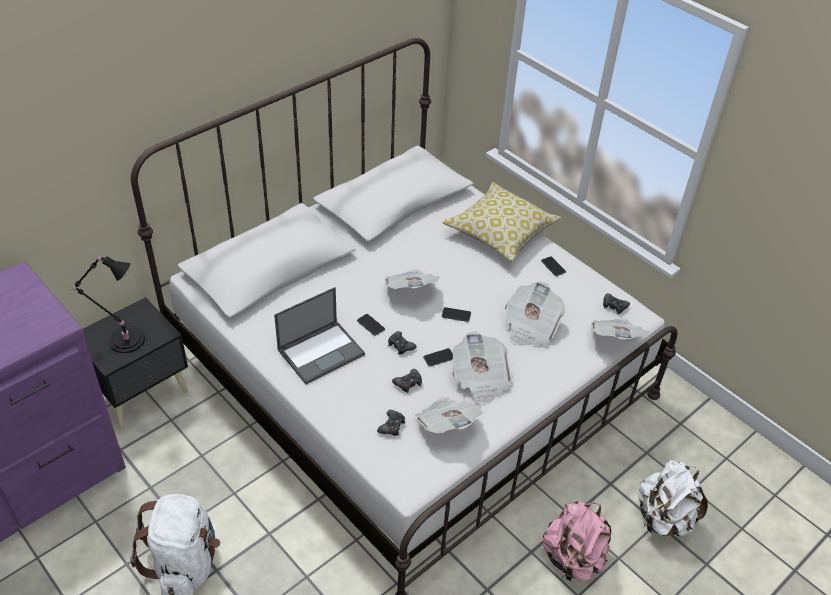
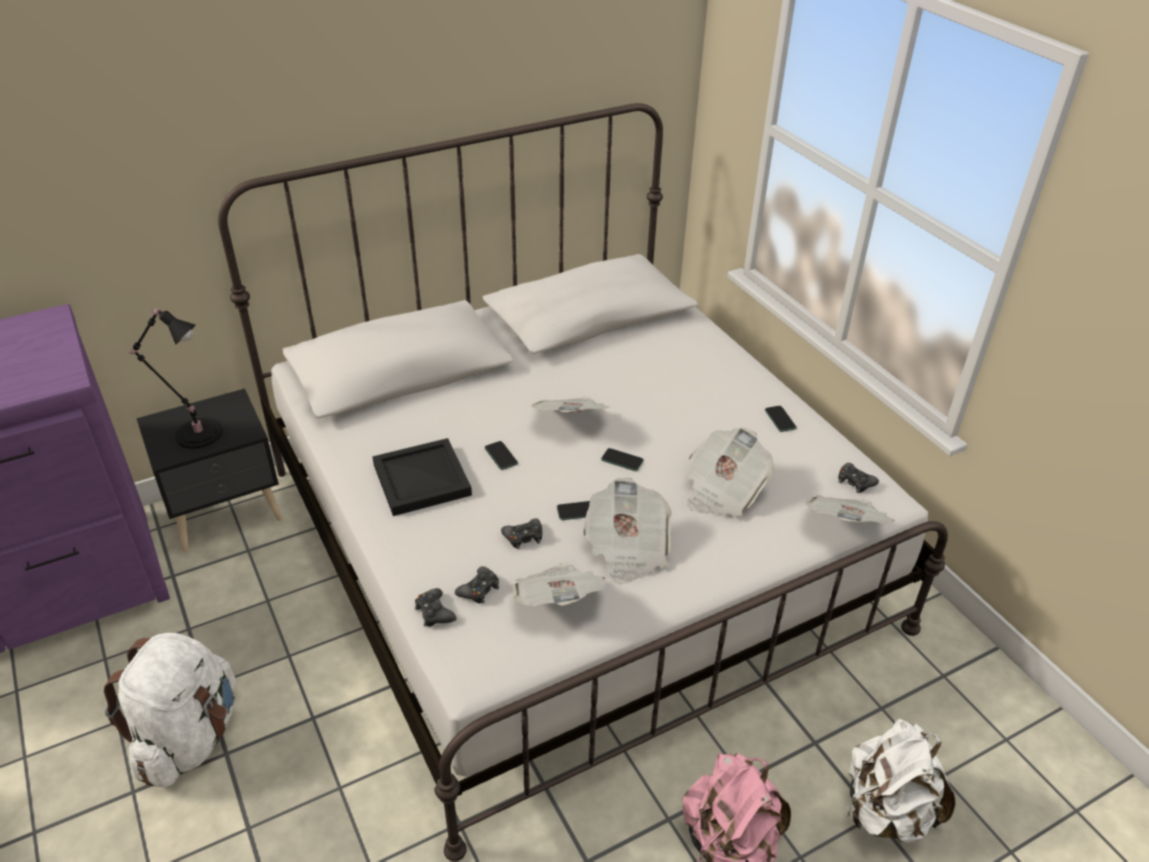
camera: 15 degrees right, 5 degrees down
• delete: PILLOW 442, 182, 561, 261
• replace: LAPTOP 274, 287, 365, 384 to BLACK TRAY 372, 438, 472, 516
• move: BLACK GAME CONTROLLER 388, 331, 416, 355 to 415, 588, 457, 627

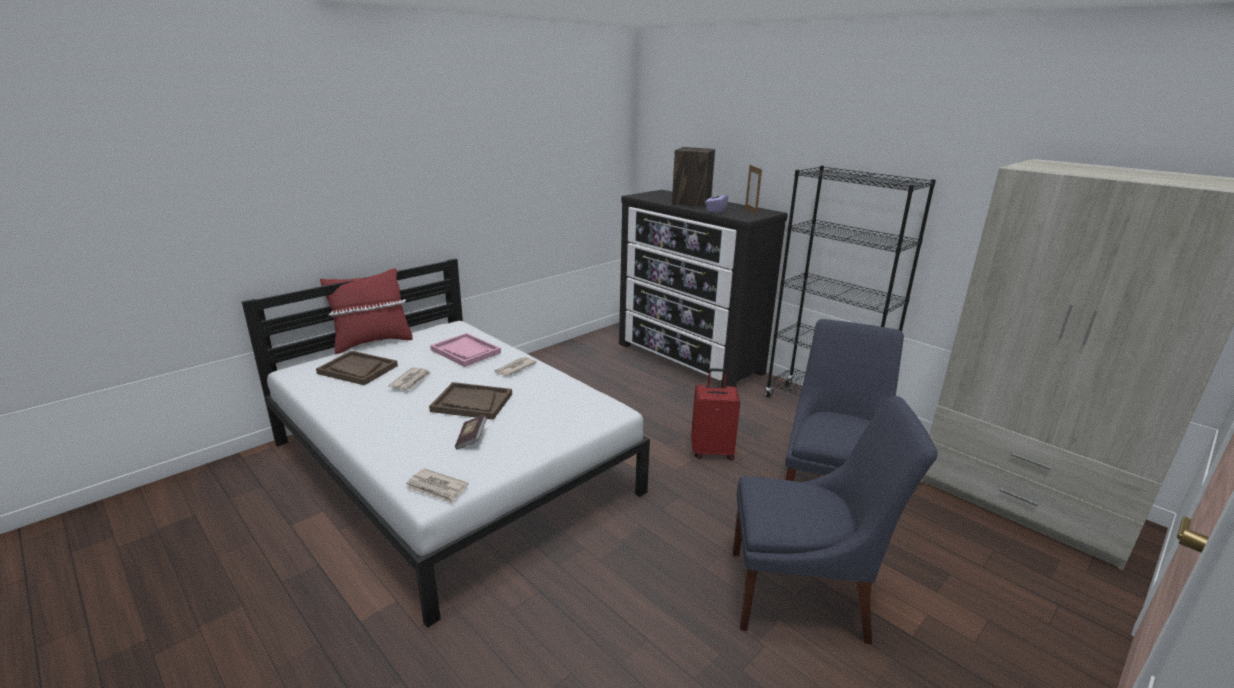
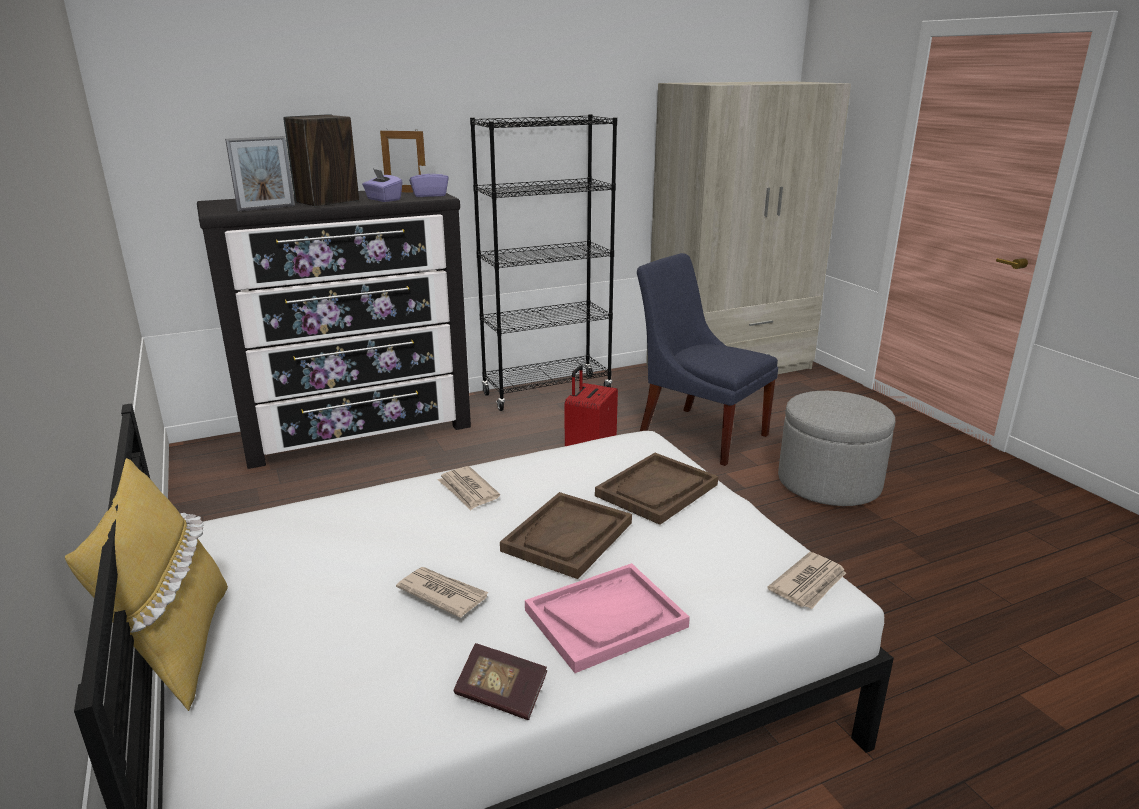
camera: 70 degrees left, 0 degrees up
• recolor: RED PILLOW 320, 268, 413, 354 to YELLOW PILLOW 65, 458, 228, 711
• move: PINK TRAY 430, 333, 501, 367 to 525, 563, 690, 673
• move: BROWN TRAY 316, 351, 398, 385 to 595, 453, 718, 525
• replace: BLUE CHAIR 733, 396, 938, 644 to GREY OTTOMAN 778, 391, 895, 506
• move: BOOK 455, 414, 487, 450 to 454, 643, 547, 720
• insert: PICTURE FRAME 225, 136, 295, 212
• insert: PURPLE TISSUE BOX 409, 165, 449, 197

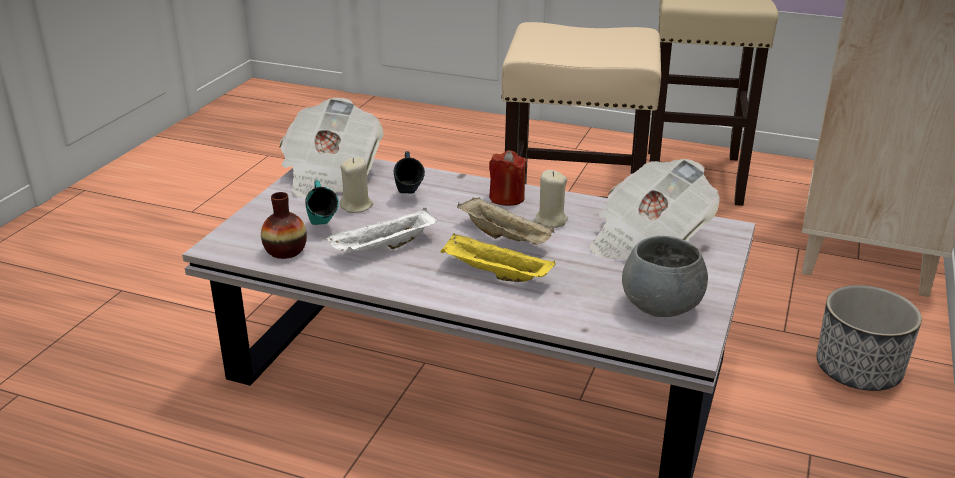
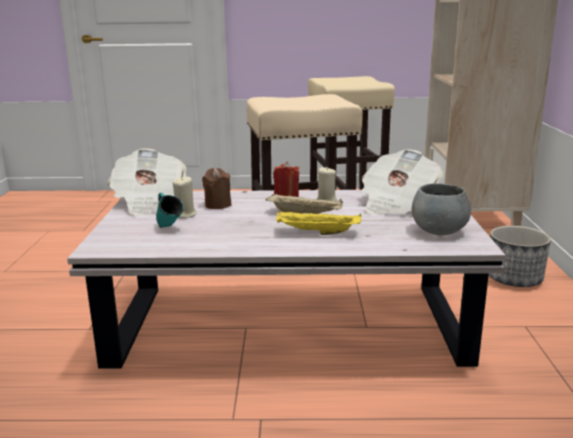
camera: 20 degrees left, 10 degrees down
• replace: BLUE MUG 394, 151, 425, 193 to BROWN CANDLE 202, 168, 231, 209
• delete: VASE 261, 192, 307, 259
• delete: WHITE TRAY 326, 208, 437, 253

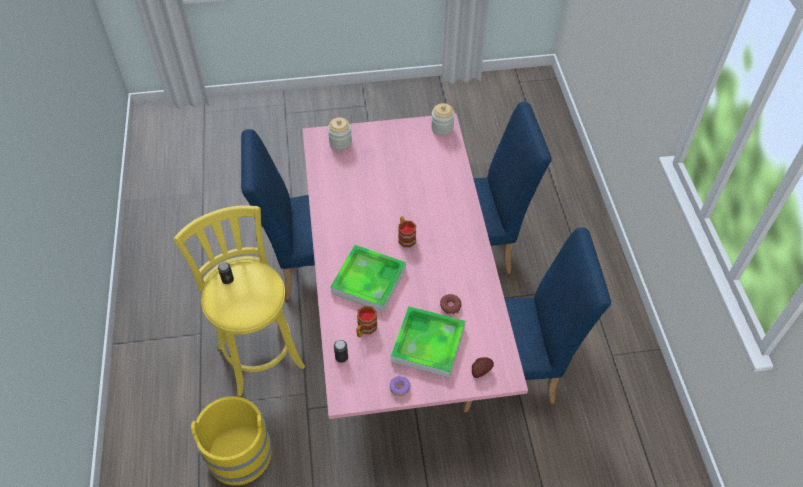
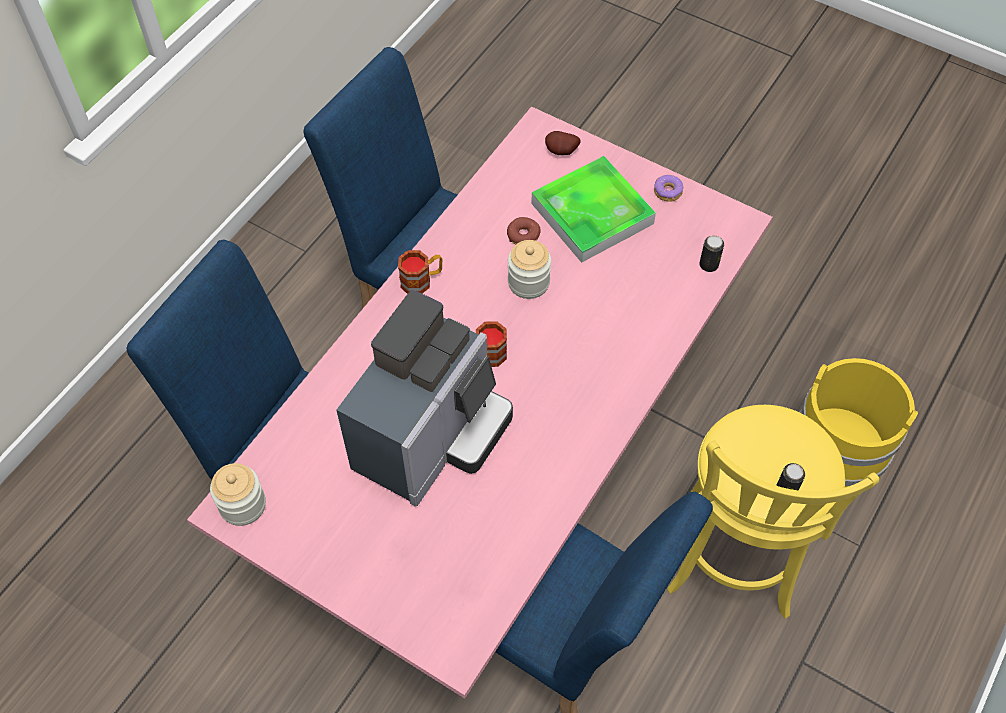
camera: 140 degrees left, 5 degrees up
• move: JAR 328, 118, 352, 150 to 508, 240, 551, 299
• delete: TRAY 330, 245, 406, 312
• move: MUG 356, 306, 377, 337 to 398, 250, 443, 294
• insert: COFFEE MACHINE 336, 290, 513, 507

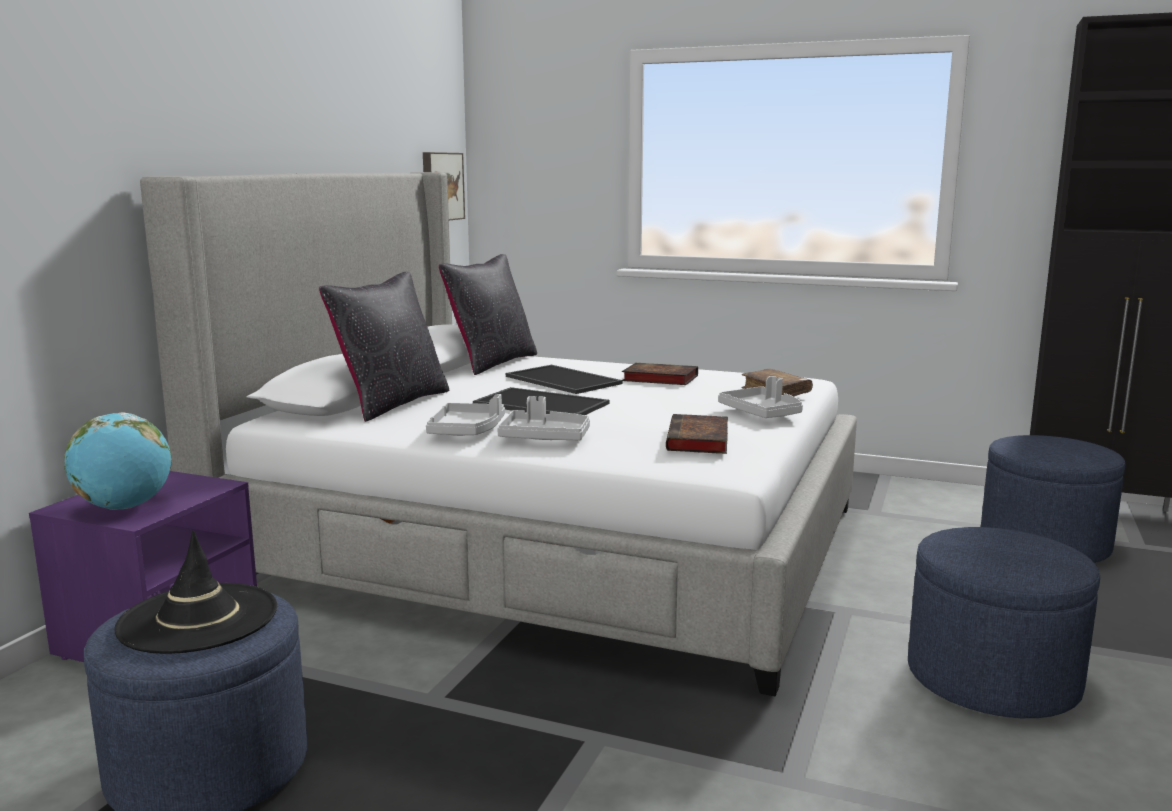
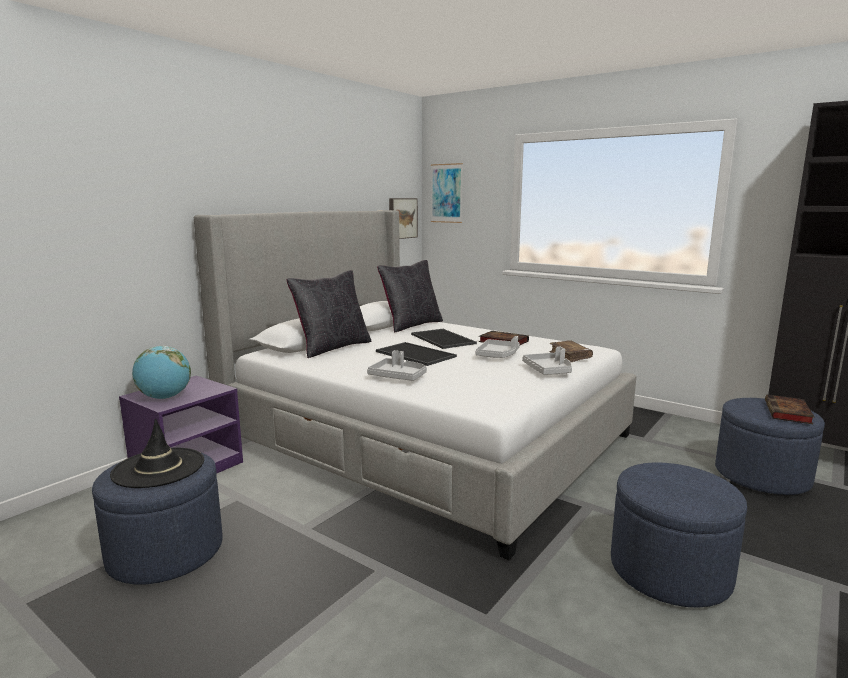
camera: 15 degrees right, 0 degrees up
• move: GREY TRAY 426, 394, 505, 436 to 476, 336, 520, 358
• move: BOOK 666, 414, 728, 454 to 765, 395, 814, 424
• insert: PICTURE 431, 163, 463, 223

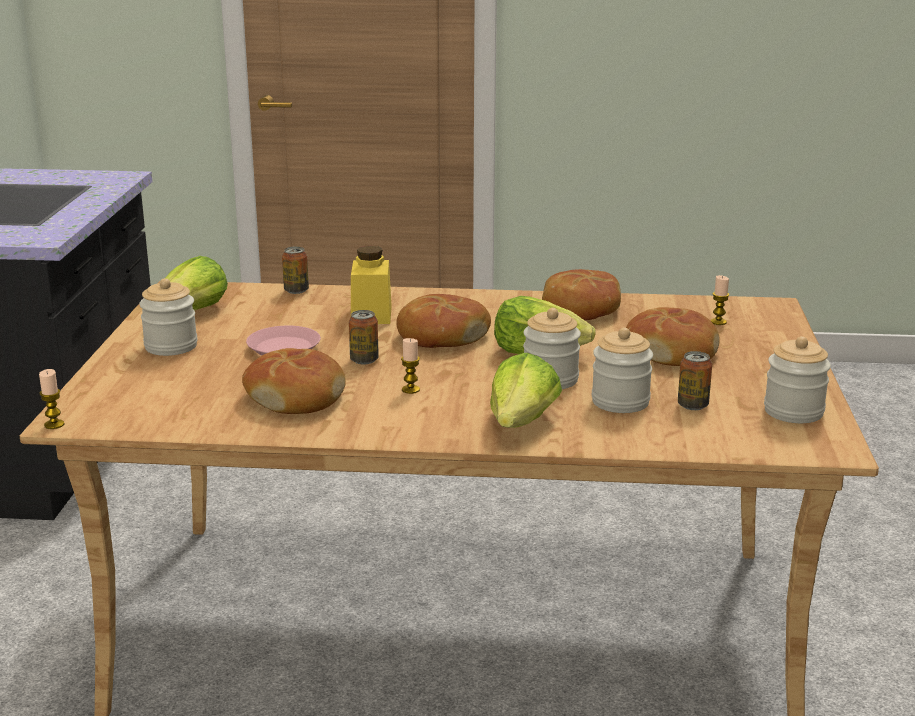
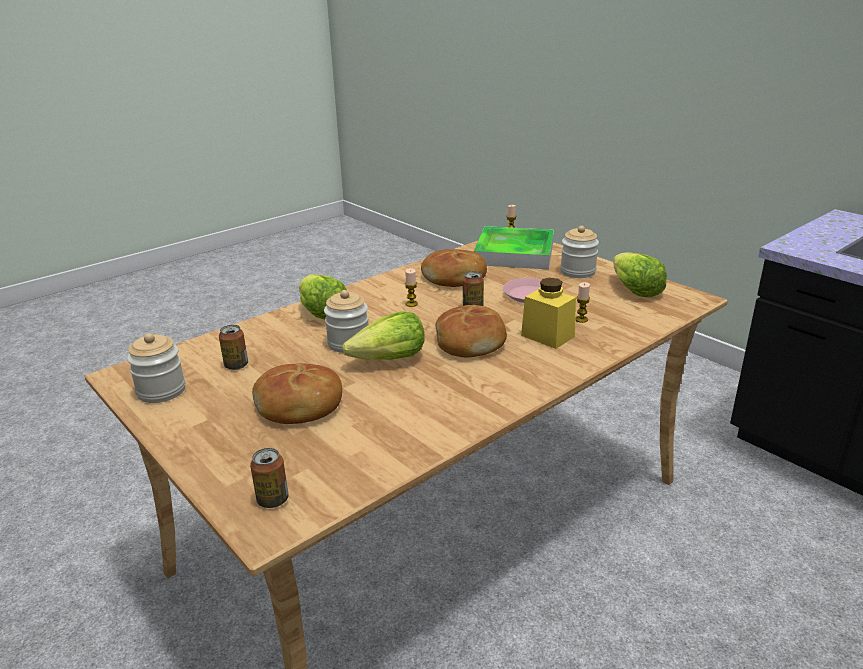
camera: 135 degrees right, 5 degrees up
• move: CAN 282, 247, 309, 294 to 250, 448, 288, 508
• delete: BREAD 542, 269, 621, 320
• move: CANDLE 711, 275, 729, 325 to 575, 282, 590, 323
• delete: JAR 592, 327, 653, 413
• insert: TRAY 474, 226, 554, 269

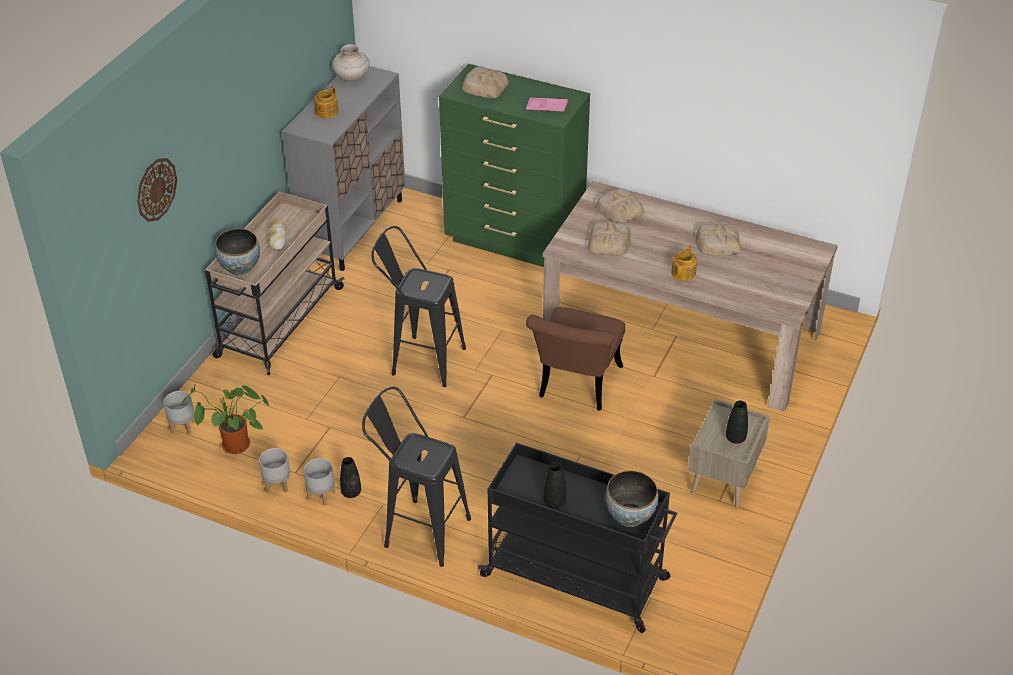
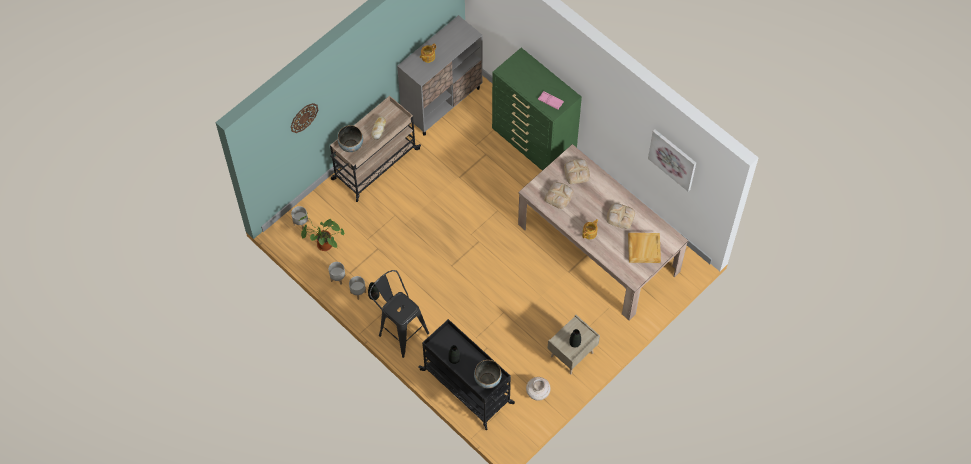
camera: 20 degrees right, 20 degrees up
• move: BEIGE VASE 332, 44, 370, 82 to 526, 377, 551, 401
• delete: BREAD 462, 67, 509, 98
• delete: BLACK STOOL 371, 226, 466, 387
• delete: BROWN CHAIR 526, 307, 625, 411
• insert: PICTURE 648, 129, 696, 192
• insert: BEIGE TRAY 628, 233, 661, 263

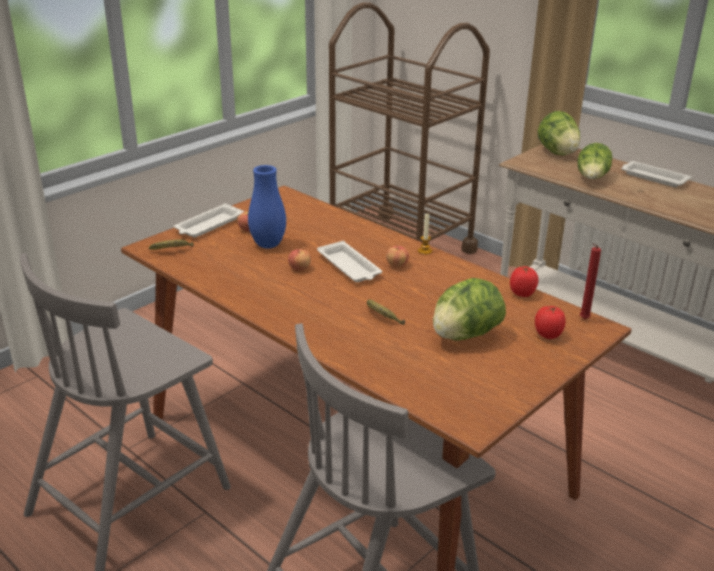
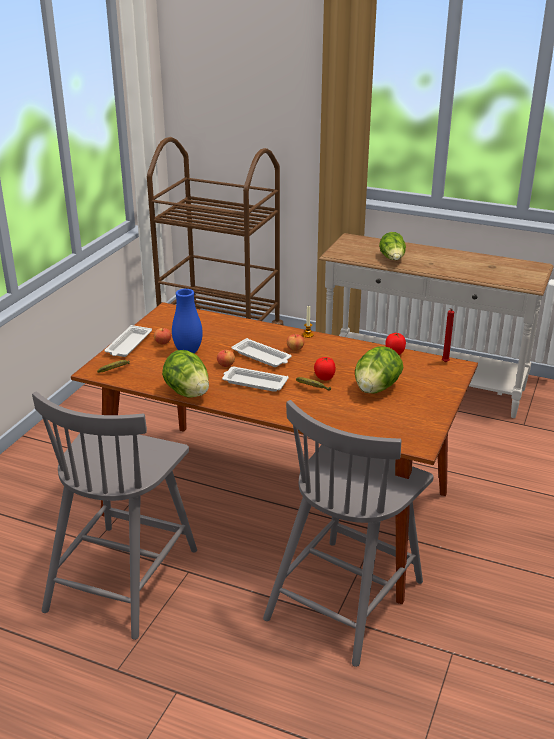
camera: 20 degrees left, 0 degrees up
• move: LETTUCE 538, 111, 580, 156 to 162, 350, 209, 398
• move: WHITE TRAY 621, 161, 692, 187 to 222, 367, 289, 392
• move: TOMATO 535, 306, 566, 339 to 314, 357, 336, 381

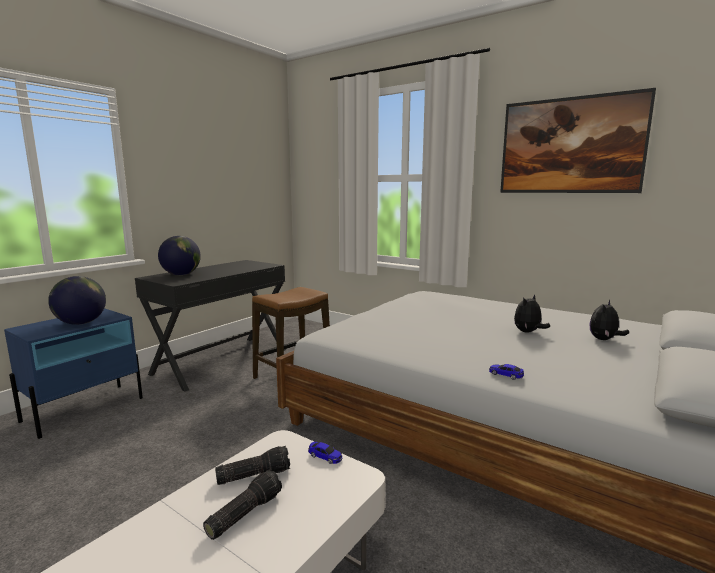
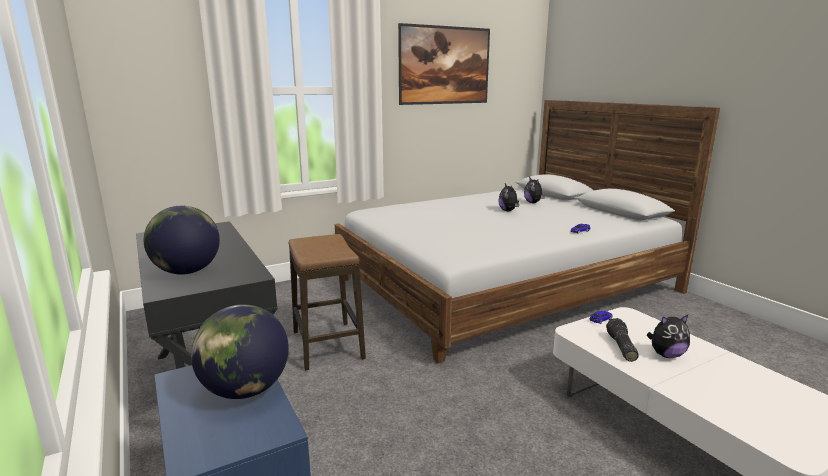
camera: 65 degrees left, 5 degrees up
• replace: FLASHLIGHT 203, 470, 282, 540 to PLUSH TOY 646, 315, 690, 358

